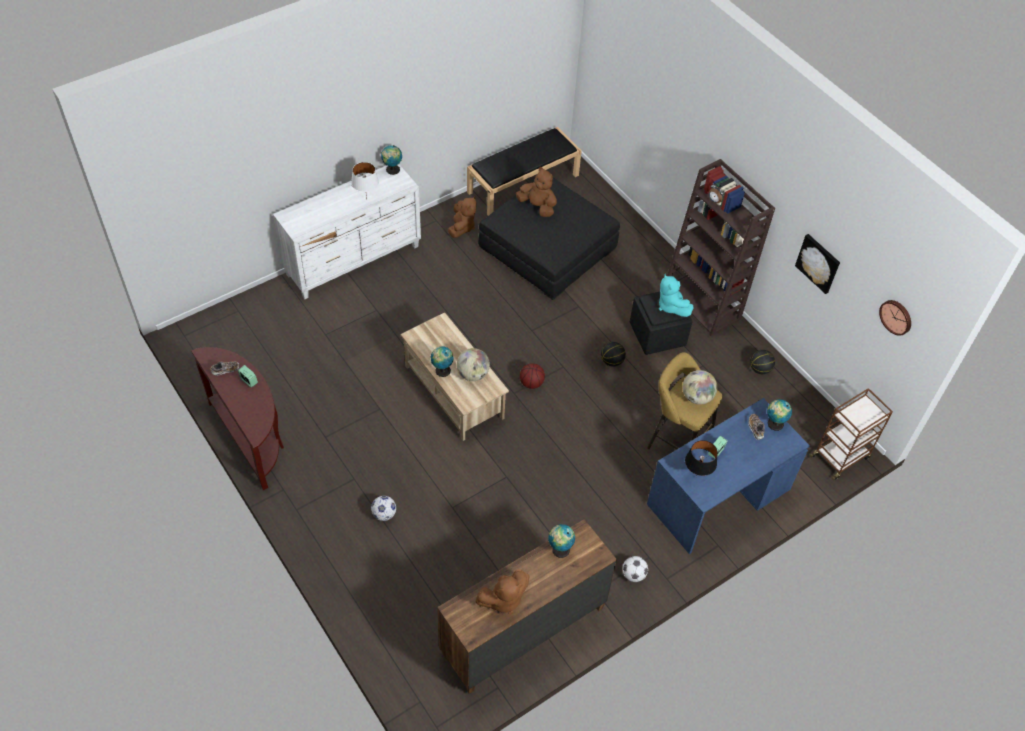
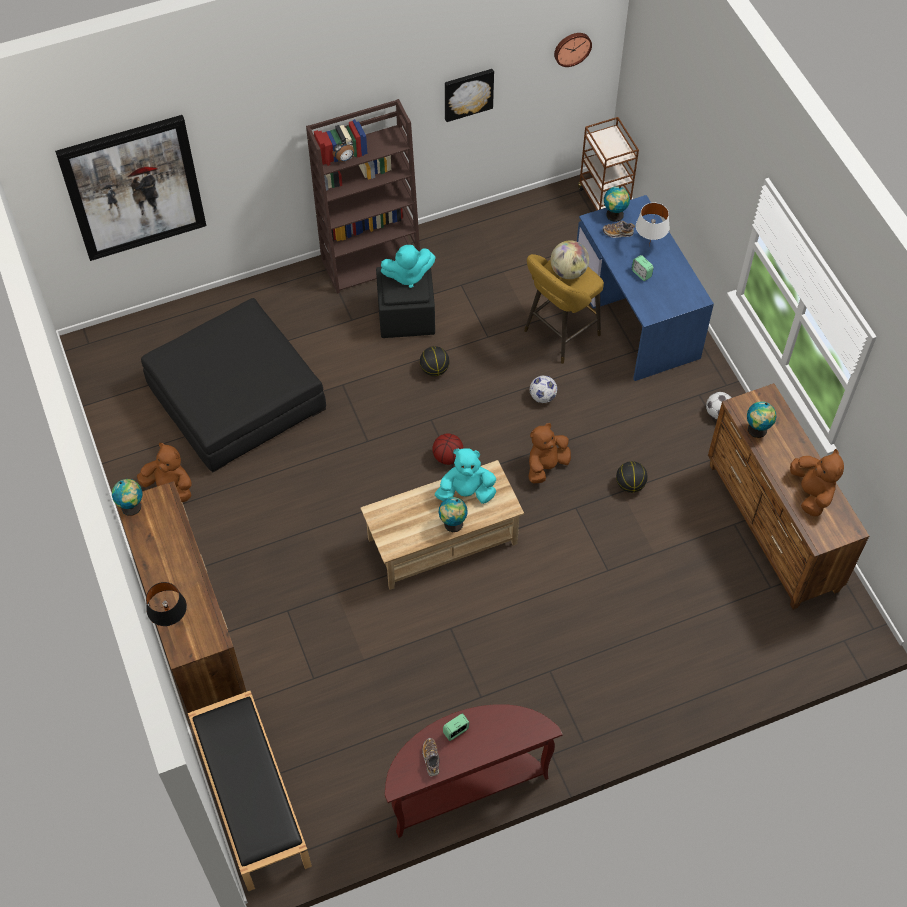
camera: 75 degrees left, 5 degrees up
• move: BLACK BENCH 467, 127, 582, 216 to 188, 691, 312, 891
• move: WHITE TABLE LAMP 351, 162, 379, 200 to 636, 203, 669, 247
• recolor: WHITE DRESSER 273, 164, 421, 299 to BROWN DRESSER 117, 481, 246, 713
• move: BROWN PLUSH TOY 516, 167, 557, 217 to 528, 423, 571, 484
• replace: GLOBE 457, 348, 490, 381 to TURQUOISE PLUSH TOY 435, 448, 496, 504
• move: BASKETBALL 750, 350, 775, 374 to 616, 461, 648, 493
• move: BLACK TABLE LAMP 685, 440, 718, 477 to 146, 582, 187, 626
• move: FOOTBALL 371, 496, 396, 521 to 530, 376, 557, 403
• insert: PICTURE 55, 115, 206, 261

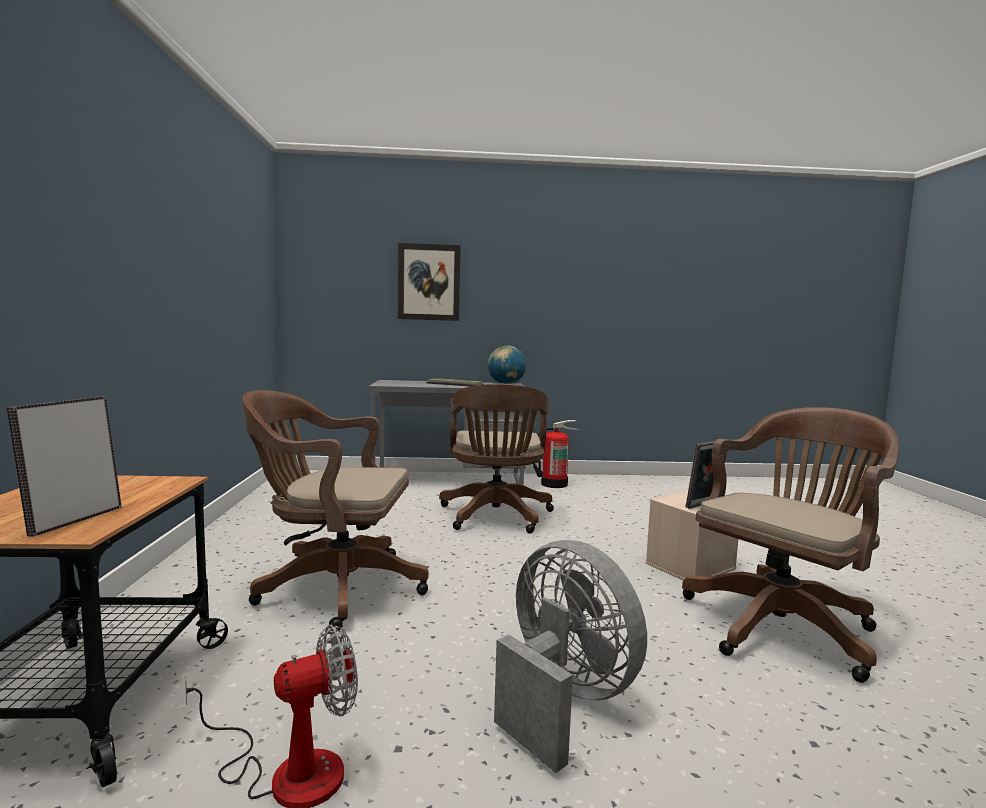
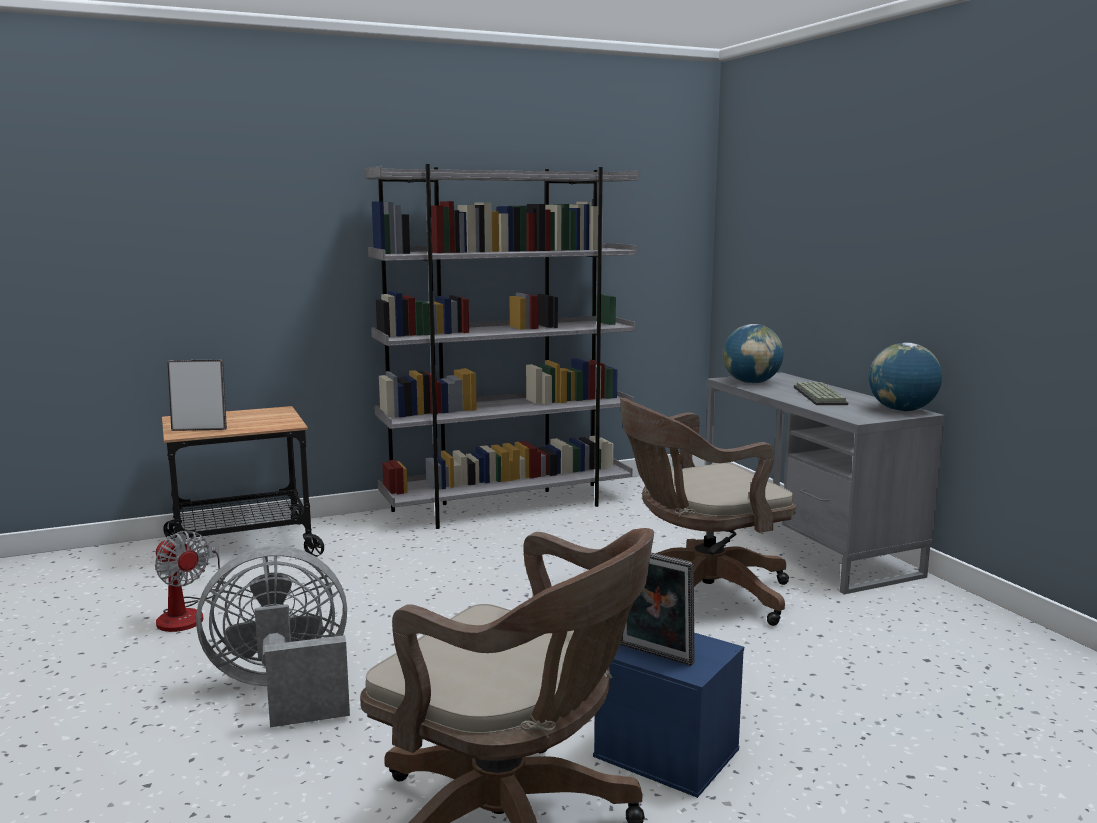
camera: 70 degrees right, 5 degrees up
• delete: PICTURE 398, 243, 461, 321
• delete: BROWN OFFICE CHAIR 242, 390, 429, 631
• delete: FIRE EXTINGUISHER 537, 420, 579, 488
• recolor: BEIGE STORAGE BOX 645, 491, 738, 581 to BLUE STORAGE BOX 593, 633, 744, 798
• rotate: GREY FAN 494, 540, 647, 773 = 196, 546, 350, 728 135 degrees counterclockwise
• insert: GREY BOOKCASE 365, 164, 639, 529
• insert: GLOBE 723, 324, 783, 384

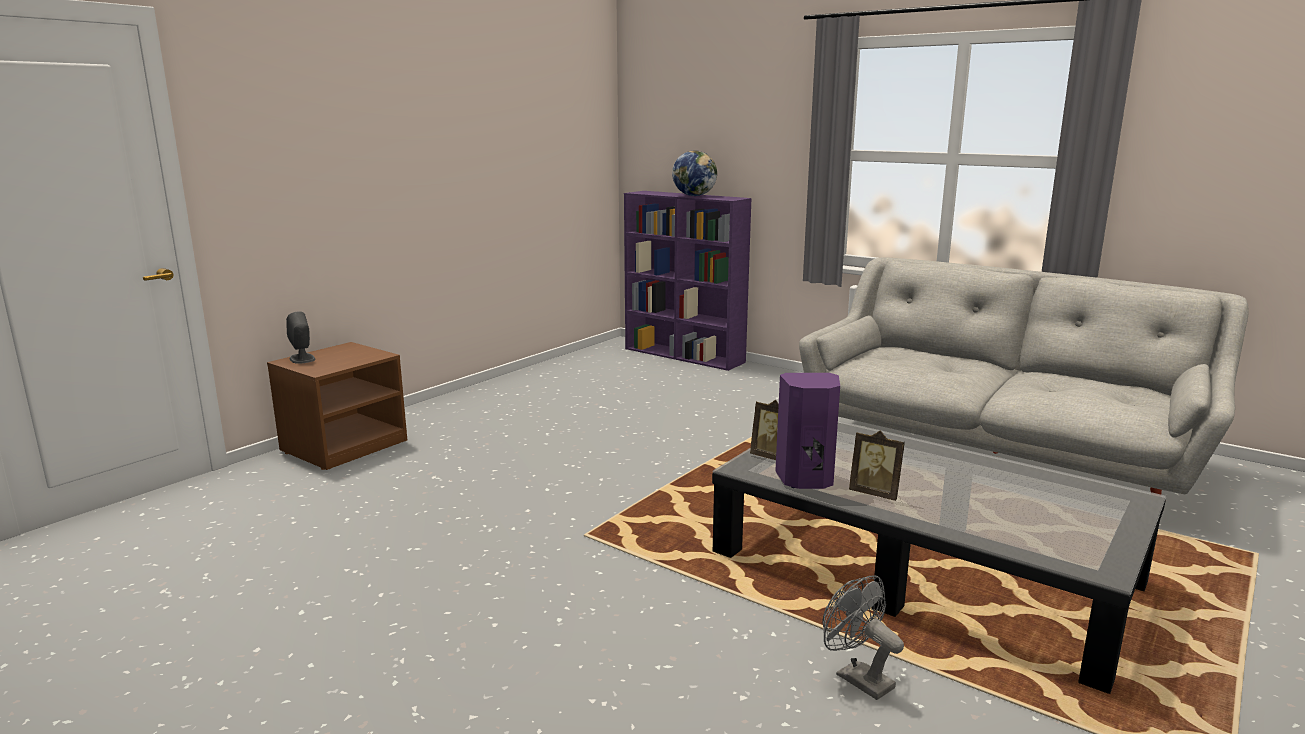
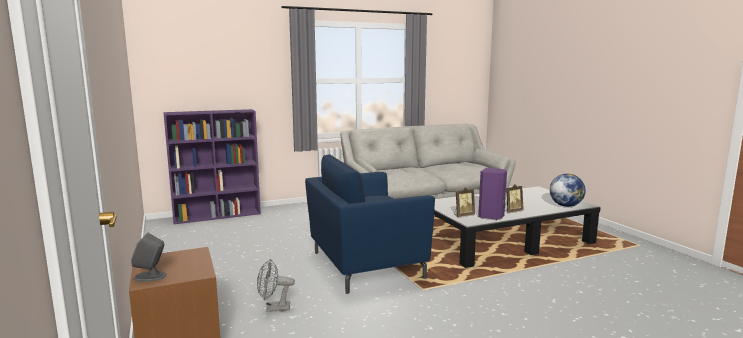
camera: 60 degrees left, 5 degrees down
• move: GLOBE 672, 150, 717, 196 to 550, 174, 586, 207
• move: GREY FAN 823, 575, 904, 700 to 257, 259, 295, 312
• insert: BLUE ARMCHAIR 305, 154, 435, 294

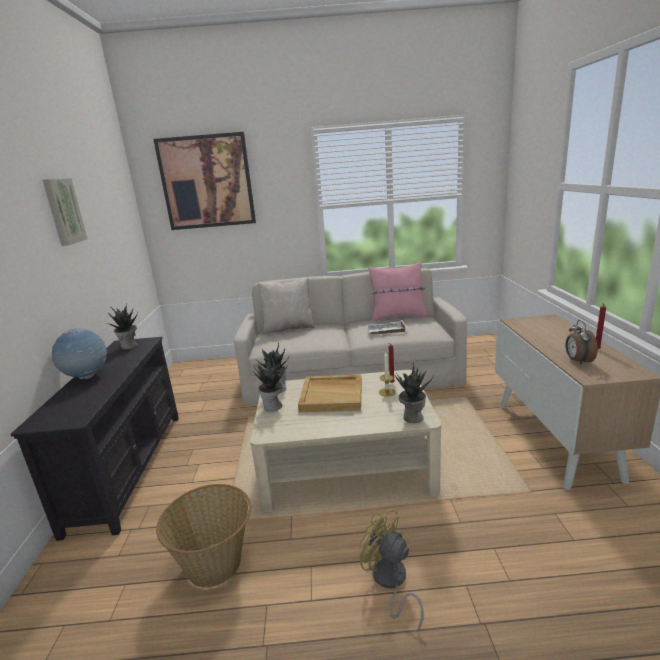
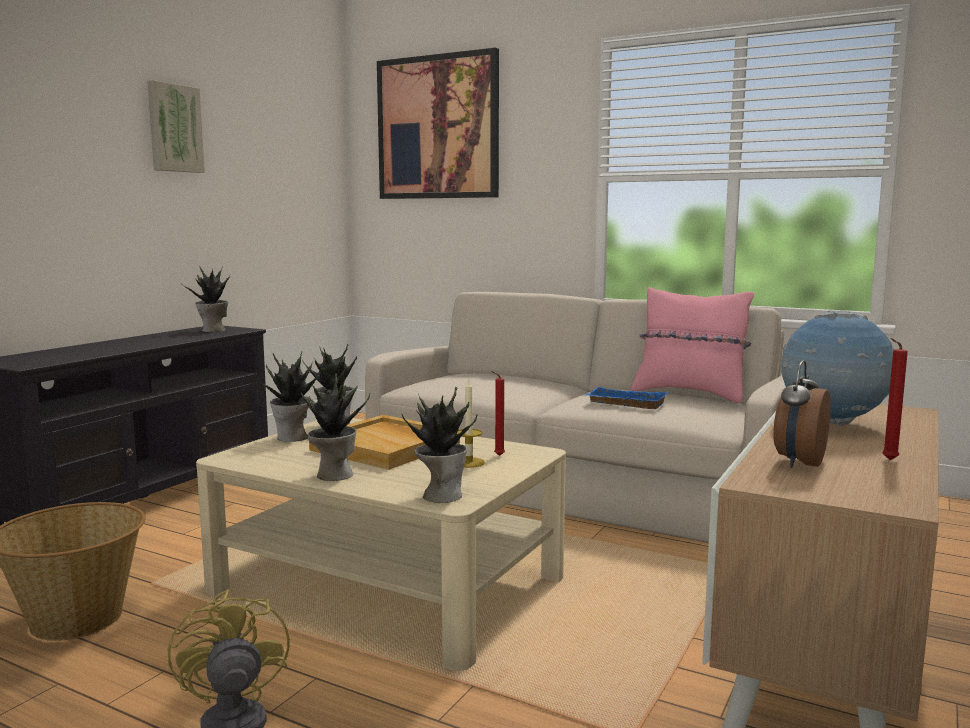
camera: 30 degrees right, 10 degrees down
• delete: BEIGE PILLOW 258, 277, 315, 334
• recolor: WHITE TRAY 367, 321, 407, 335 to BLUE TRAY 586, 387, 668, 409
• move: GLOBE 51, 327, 107, 379 to 781, 310, 894, 426
• insert: POTTED PLANT 301, 373, 370, 481

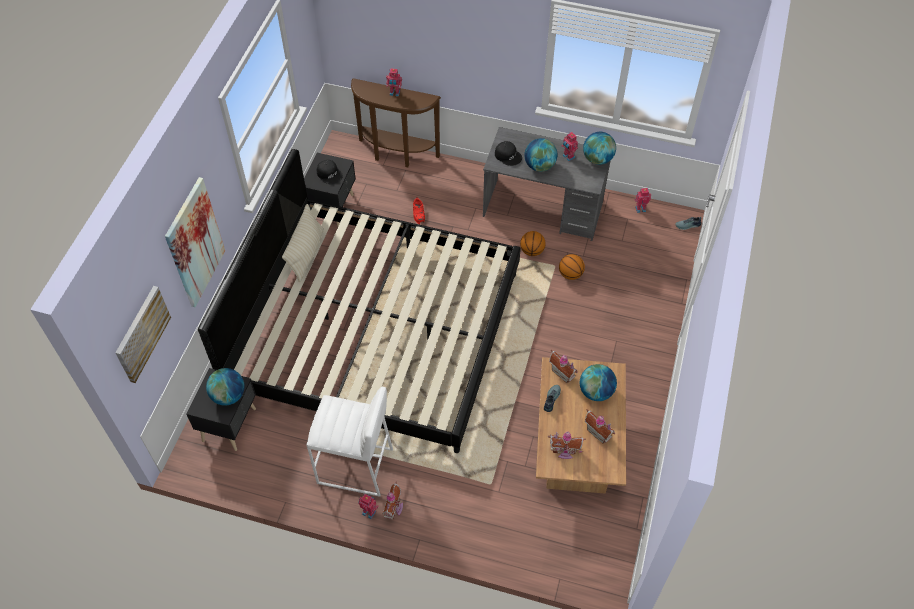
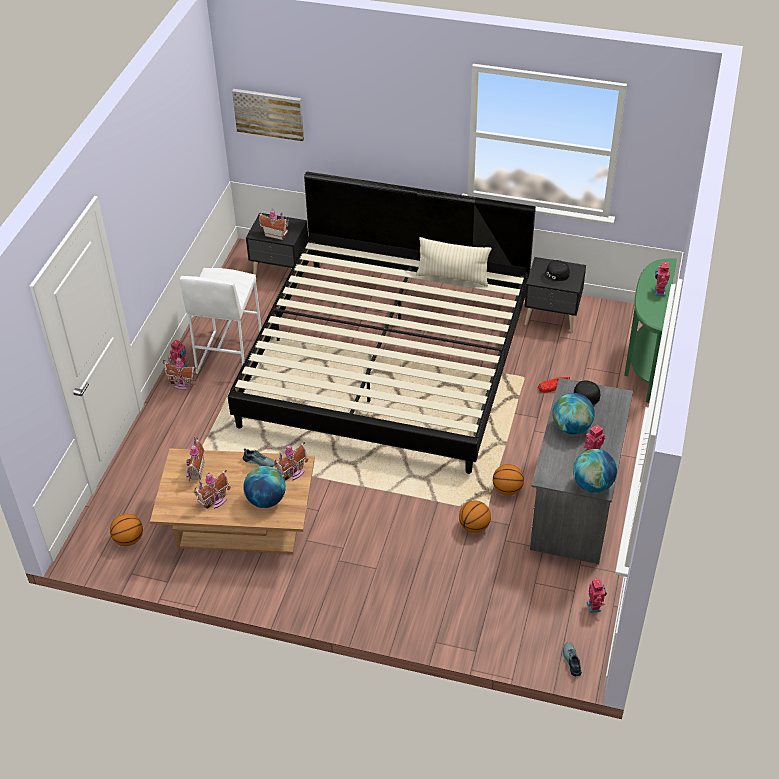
camera: 90 degrees right, 10 degrees down
• recolor: BROWN CONSOLE TABLE 351, 78, 441, 167 to GREEN CONSOLE TABLE 624, 259, 677, 403
• delete: PICTURE 165, 177, 225, 307
• replace: GLOBE 206, 368, 245, 406 to TOY HOUSE 258, 209, 289, 240
• insert: BASKETBALL 110, 514, 143, 546

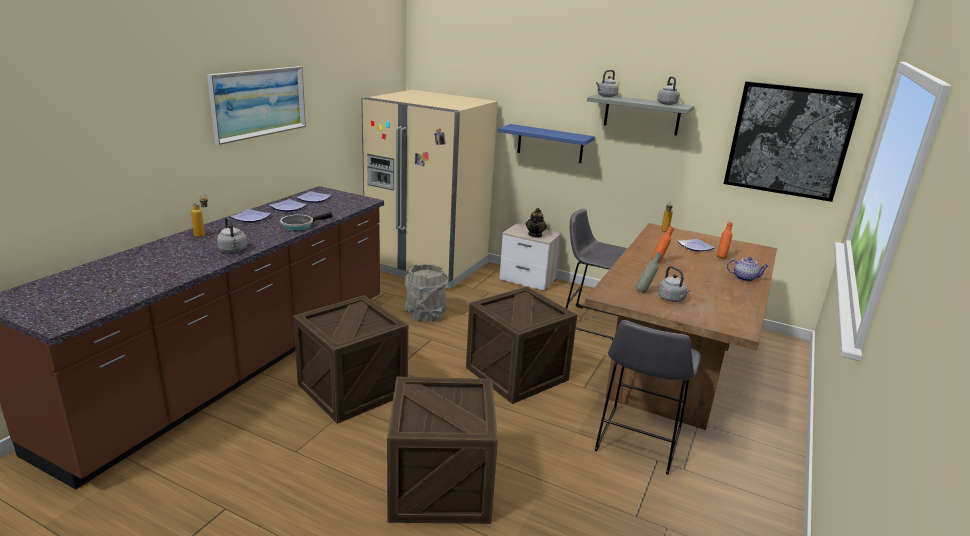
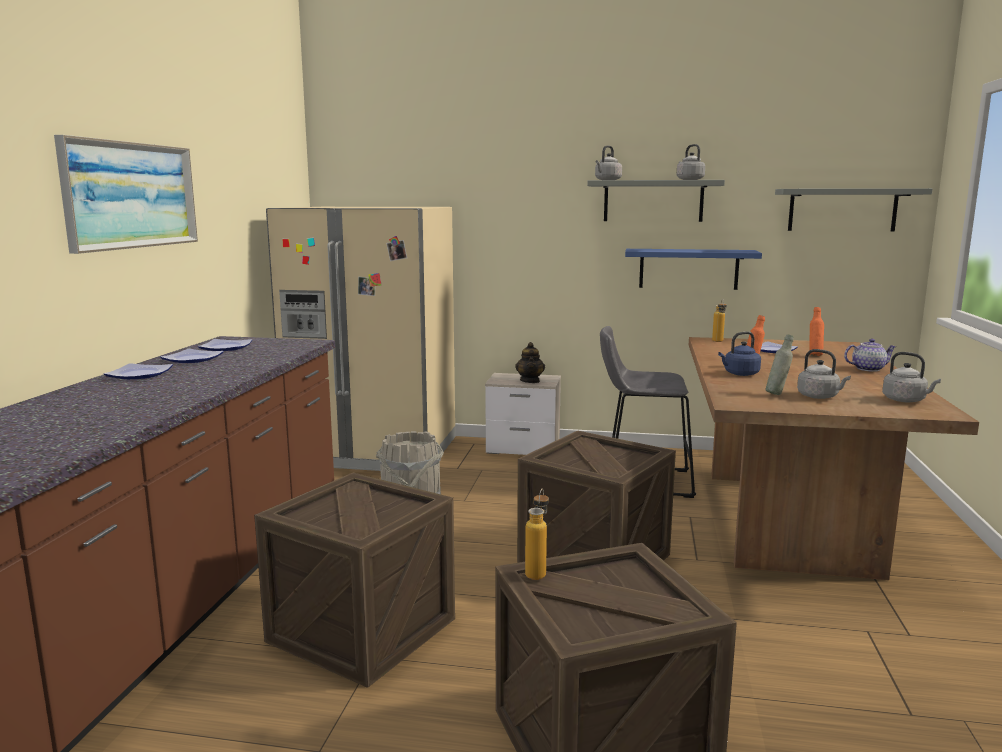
camera: 15 degrees left, 10 degrees down
• replace: PICTURE 724, 81, 863, 202 to GREY SHELF 775, 188, 933, 232
• move: BLUE SHELF 498, 124, 595, 163 to 625, 249, 762, 290
• move: BOTTLE 191, 195, 208, 237 to 525, 488, 549, 580
• delete: FRYING PAN 280, 212, 333, 231
• move: GREY KETTLE 217, 216, 247, 252 to 882, 352, 941, 402
• delete: GREY STOOL 595, 320, 701, 475
• insert: BLUE KETTLE 718, 331, 761, 376

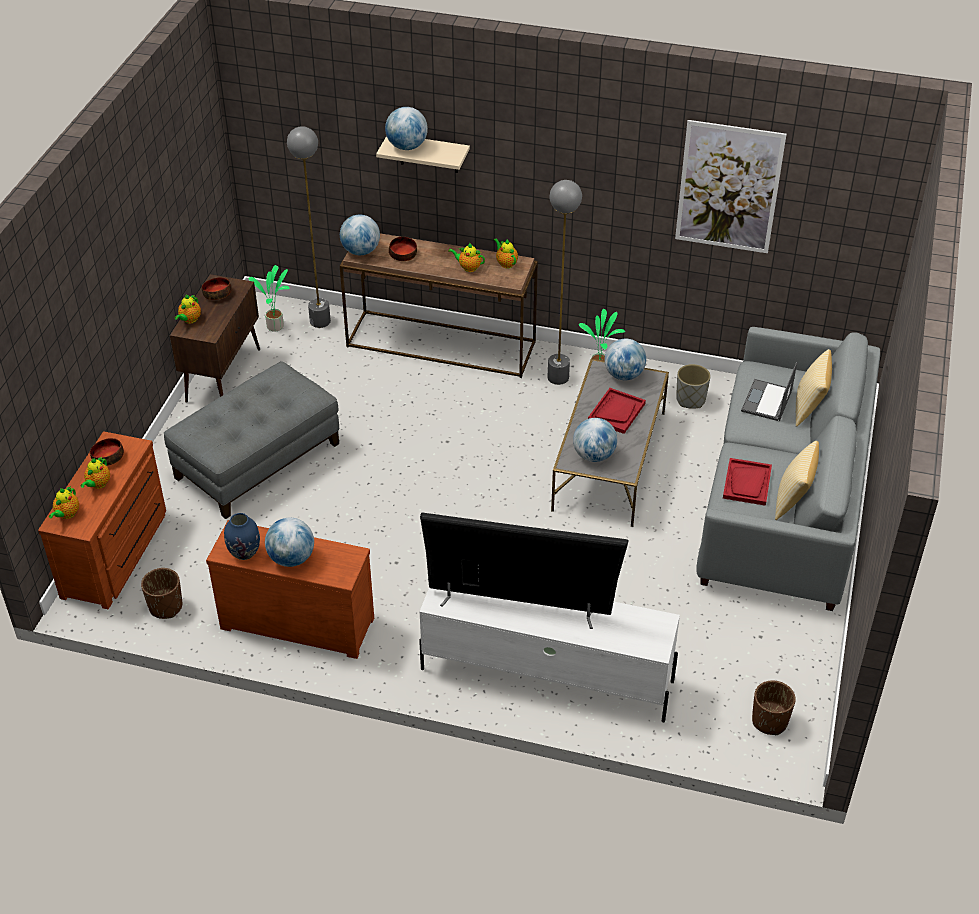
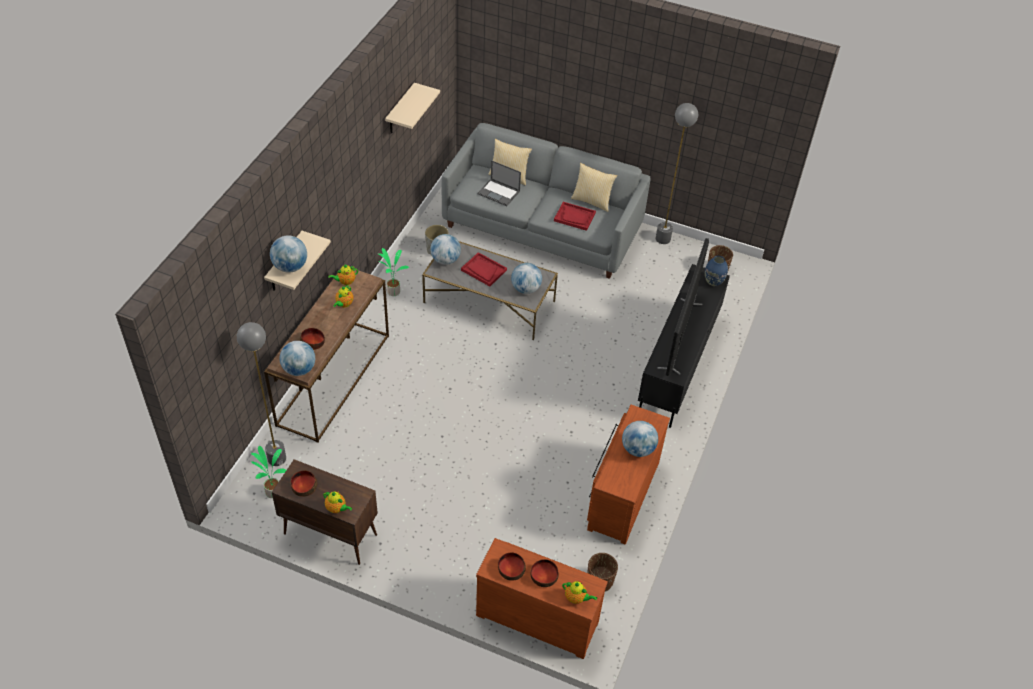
camera: 85 degrees left, 5 degrees up
• replace: PICTURE 675, 120, 786, 253 to BEIGE SHELF 385, 83, 440, 134
• move: GREY FLOOR LAMP 548, 180, 582, 385 to 655, 103, 698, 244
• delete: GREY OTTOMAN 163, 362, 339, 519
• replace: TEAPOT 80, 457, 110, 489 to BOWL 530, 559, 559, 587
• move: BLUE VASE 224, 513, 260, 560 to 705, 256, 728, 286
• recolor: WHITE TV STAND 419, 588, 680, 722 to BLACK TV STAND 638, 264, 730, 428

